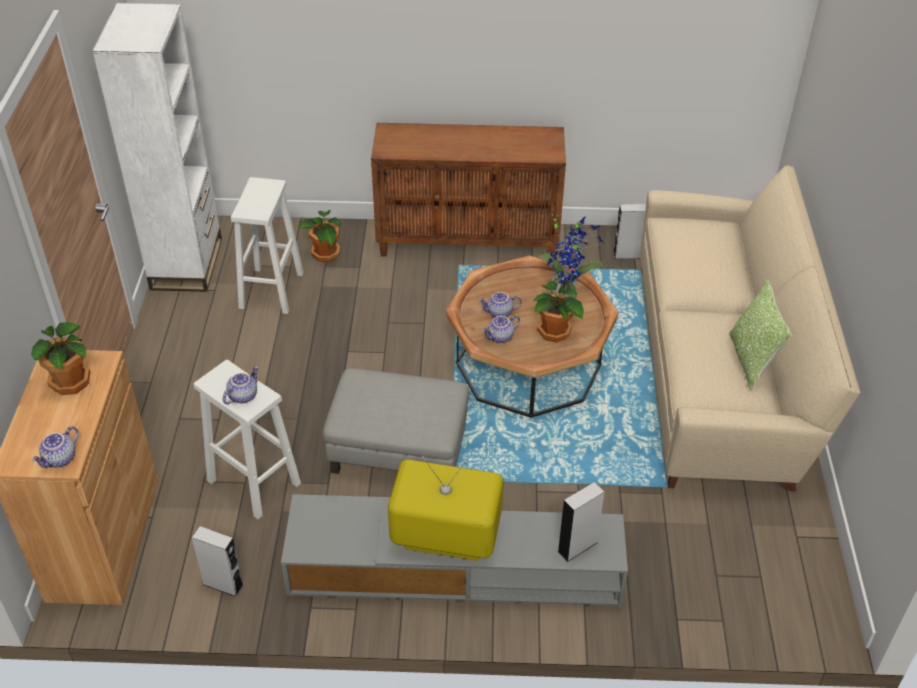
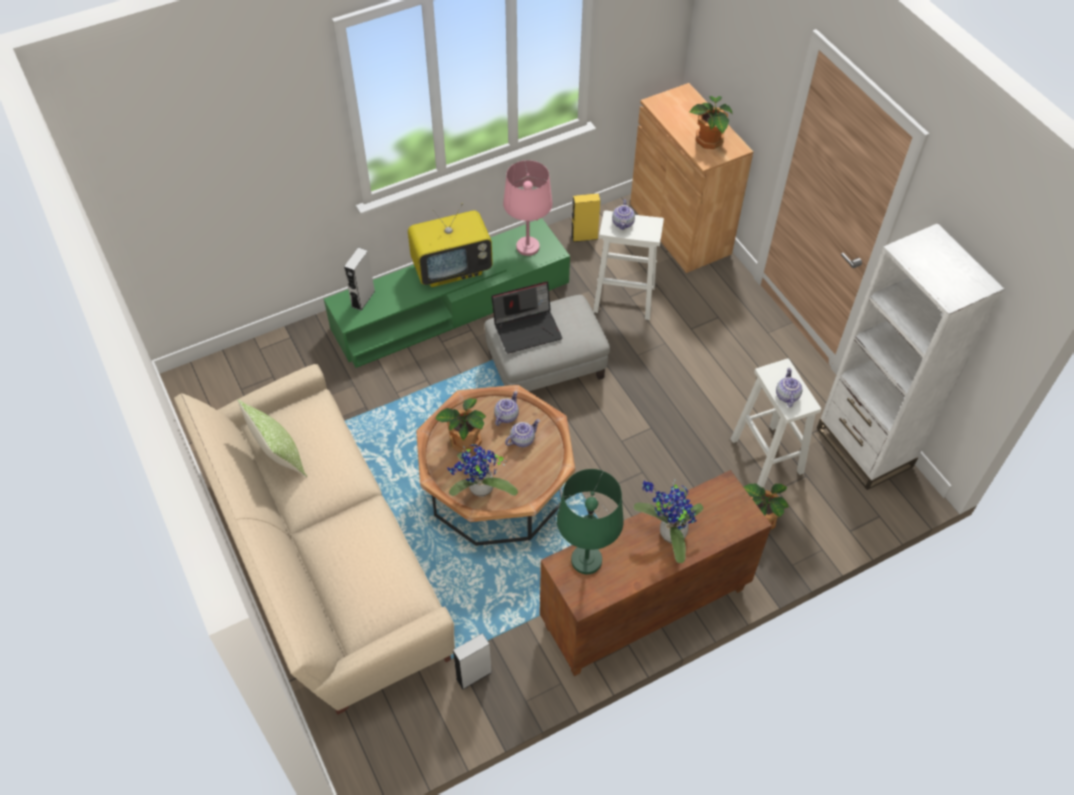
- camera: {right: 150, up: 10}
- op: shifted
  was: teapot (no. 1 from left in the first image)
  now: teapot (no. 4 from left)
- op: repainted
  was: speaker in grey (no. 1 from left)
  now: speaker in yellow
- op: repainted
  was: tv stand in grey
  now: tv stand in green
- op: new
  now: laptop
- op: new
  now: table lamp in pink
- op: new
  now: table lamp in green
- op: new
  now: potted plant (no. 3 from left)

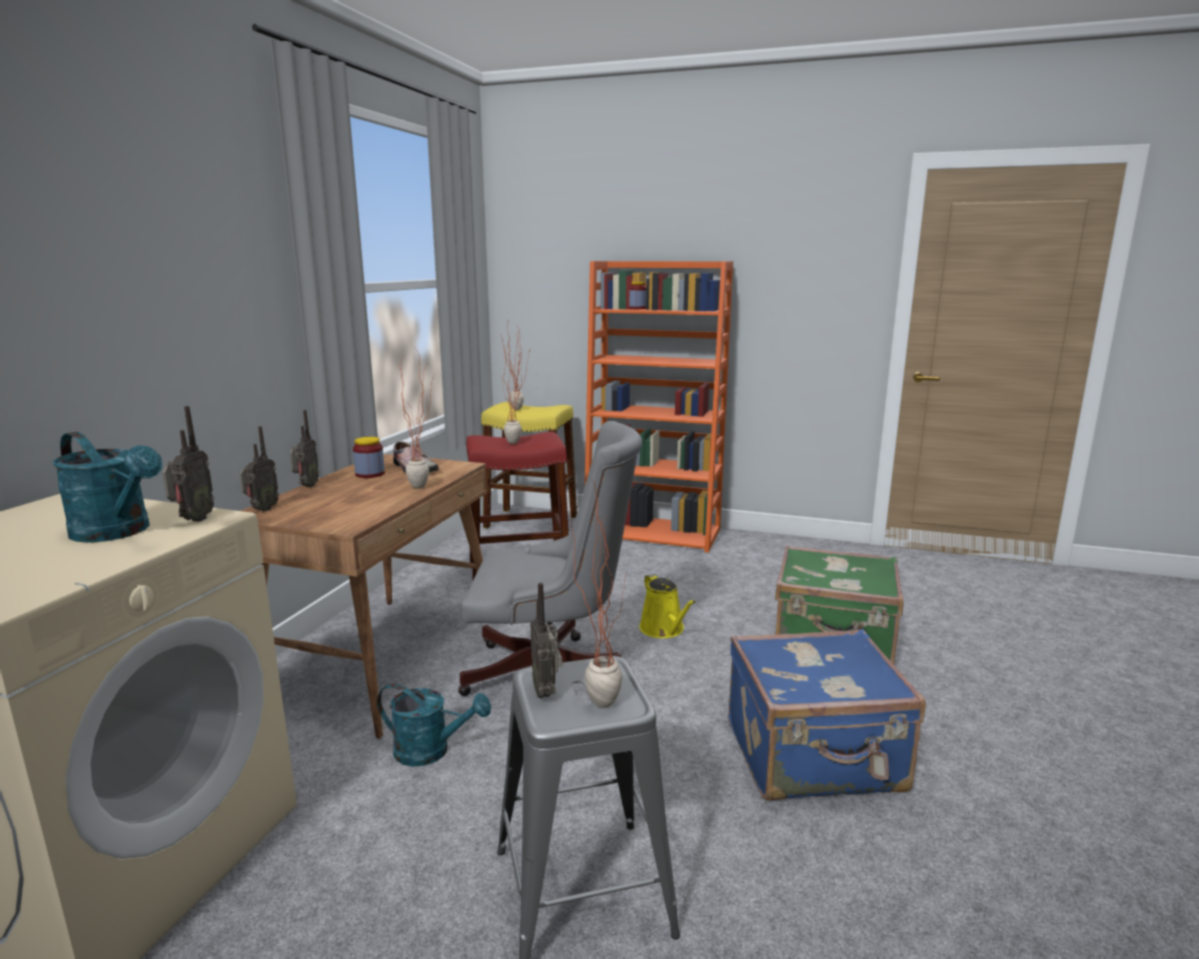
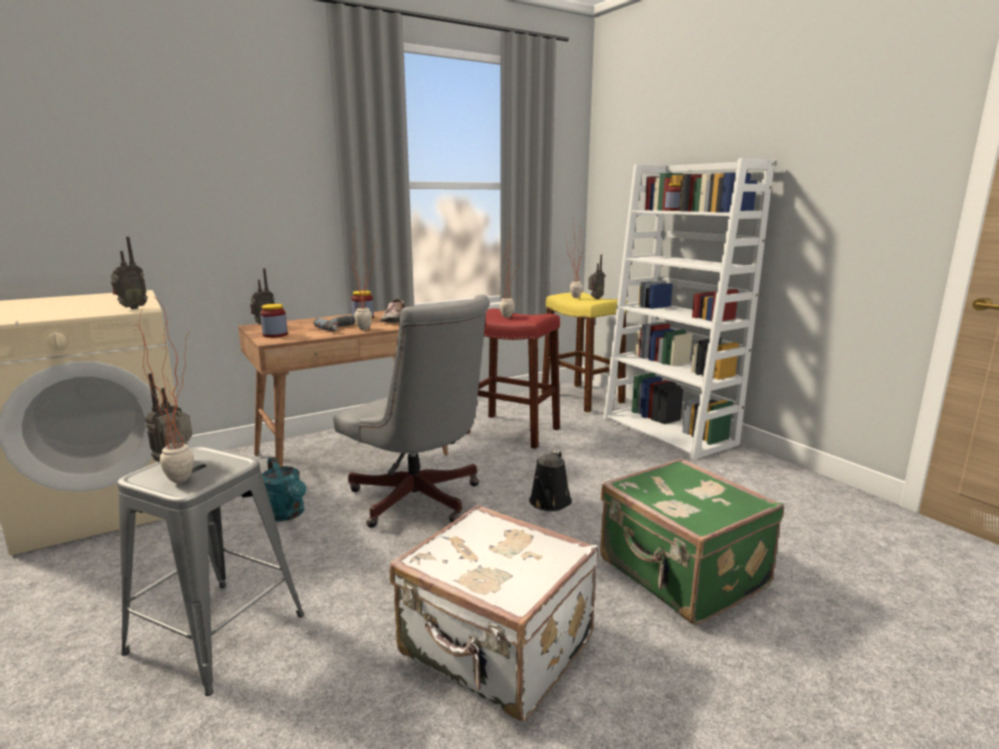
- camera: {right: 40, up: 0}
- op: gone
  was: watering can in turquoise (no. 1 from left)
- op: shifted
  was: radio (no. 3 from left in the first image)
  now: radio (no. 4 from left)
- op: repainted
  was: bookcase in orange
  now: bookcase in white
- op: repainted
  was: watering can in yellow
  now: watering can in black
- op: repainted
  was: suitcase in blue
  now: suitcase in white
- op: new
  now: jar (no. 1 from left)
- op: new
  now: power drill

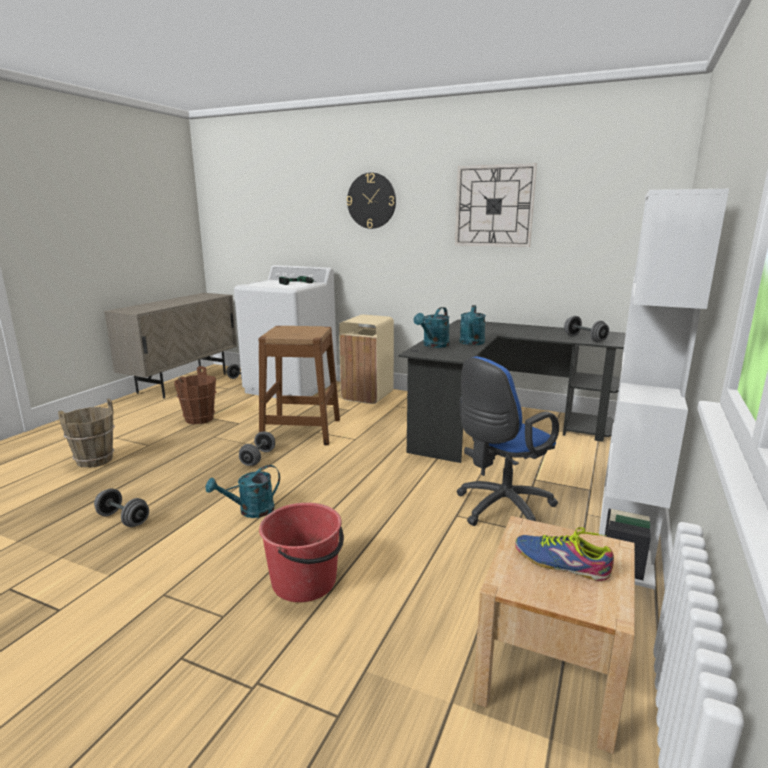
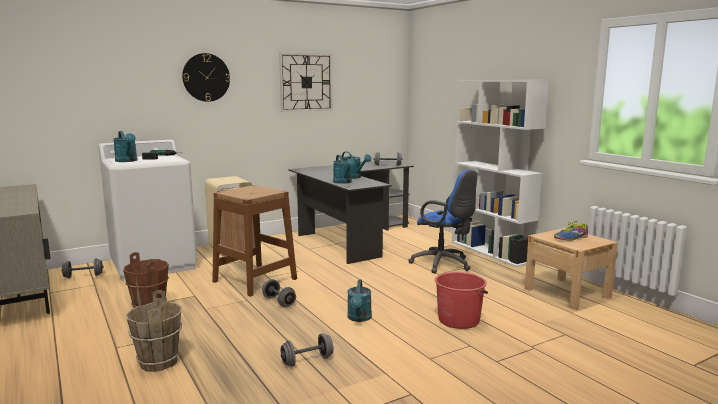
- camera: {right: -55, up: -5}
- op: rotated
  was: office chair in blue
  clockwise: -45
- op: new
  now: watering can in turquoise (no. 1 from left)

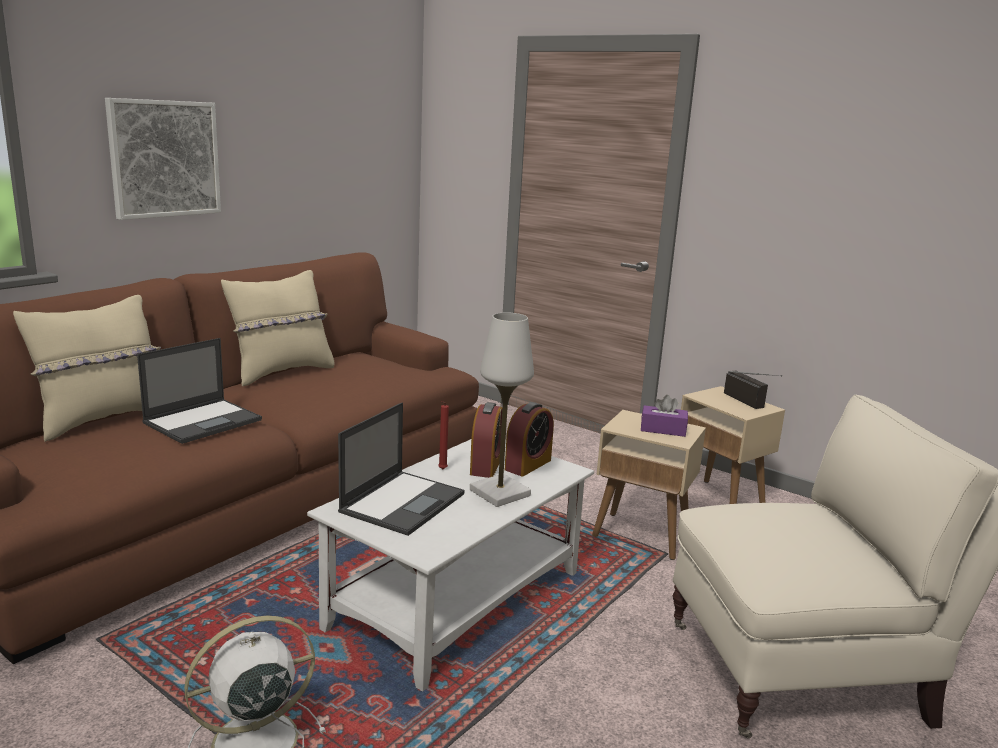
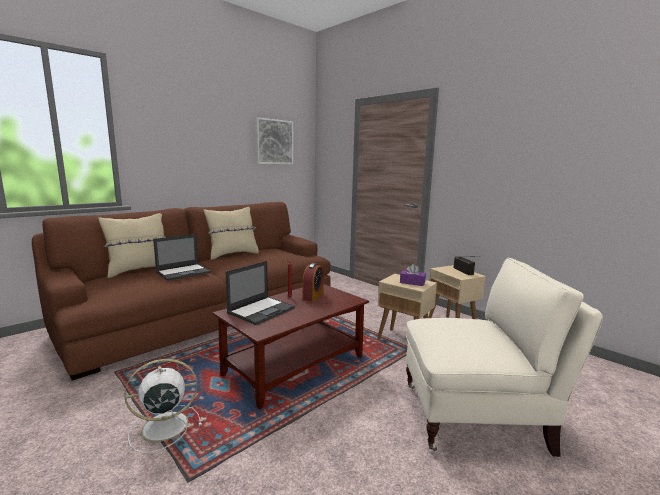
- camera: {right: 10, up: -5}
- op: shifted
  was: picture
- op: repainted
  was: coffee table in white
  now: coffee table in brown
- op: gone
  was: table lamp in white
- op: gone
  was: alarm clock (no. 2 from left)

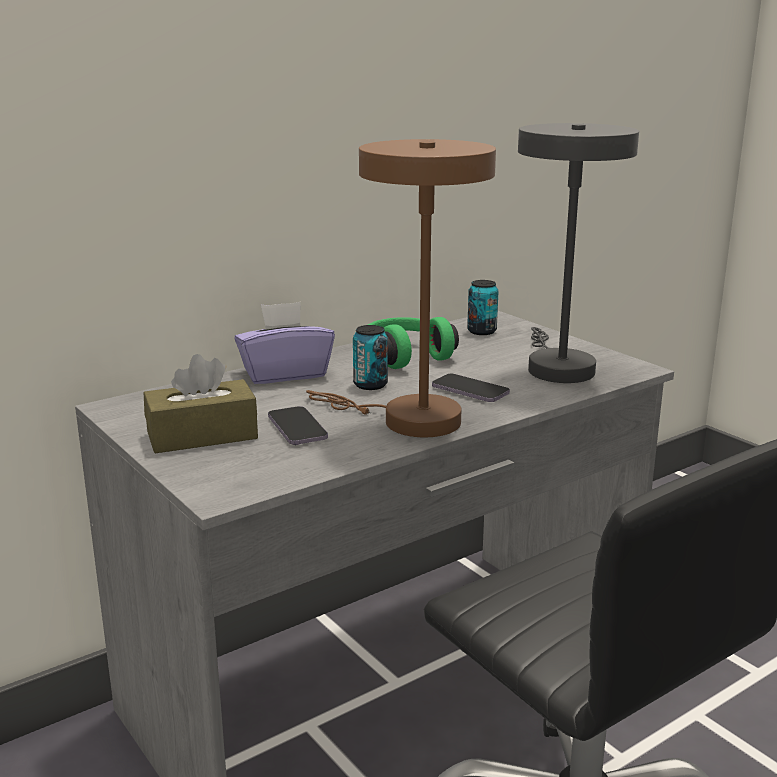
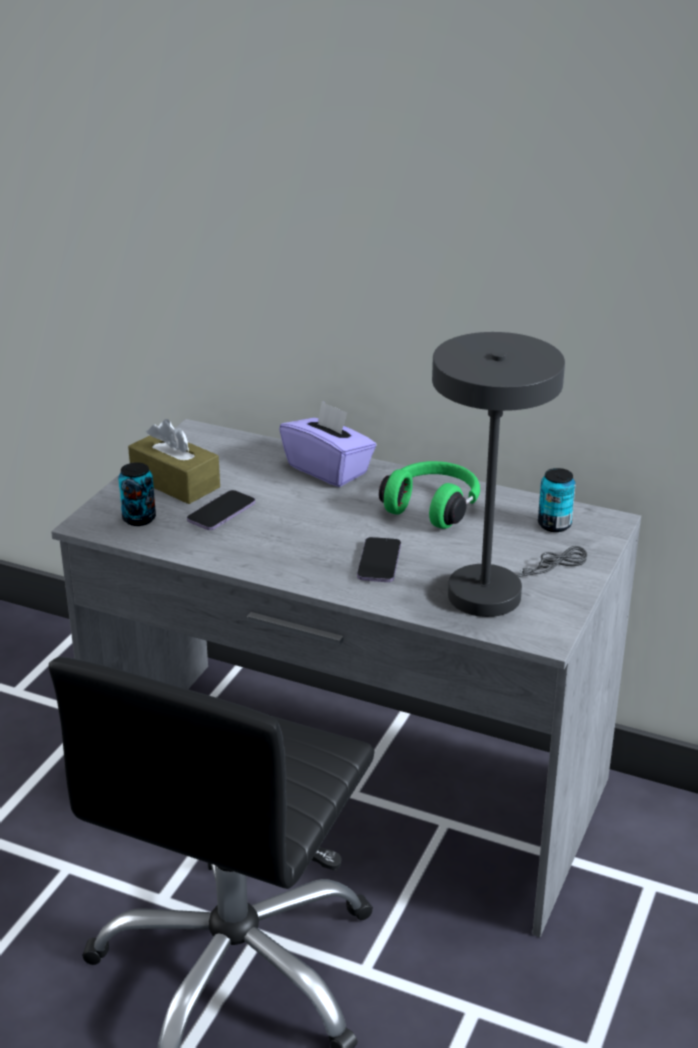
- camera: {right: 60, up: 10}
- op: gone
  was: table lamp in brown
- op: shifted
  was: can (no. 1 from left)

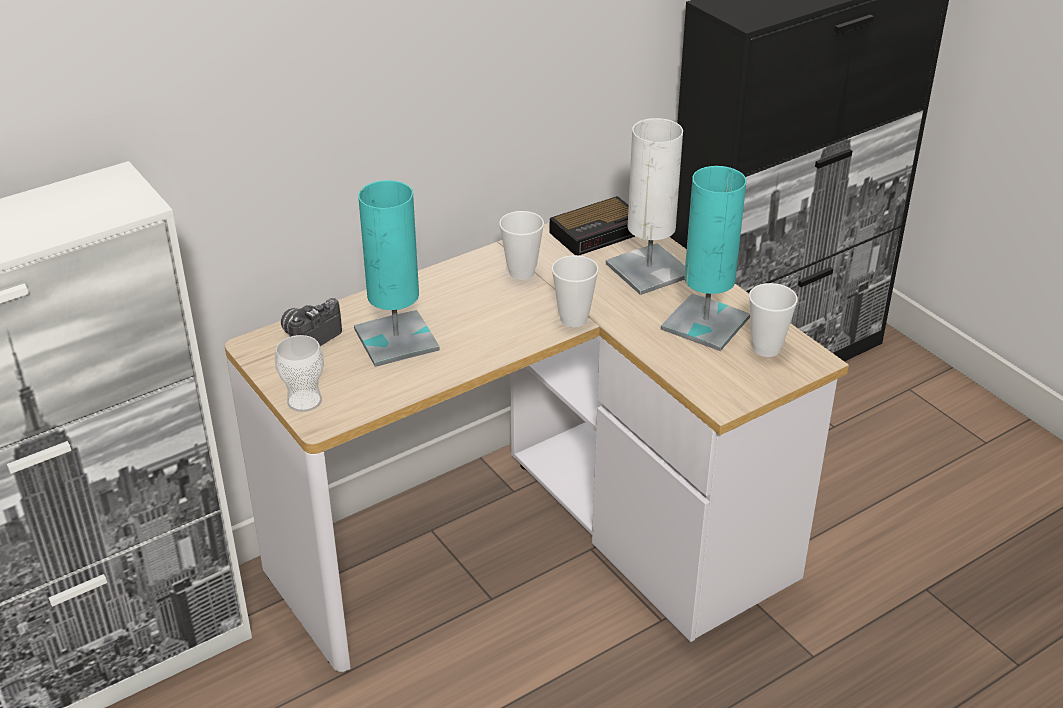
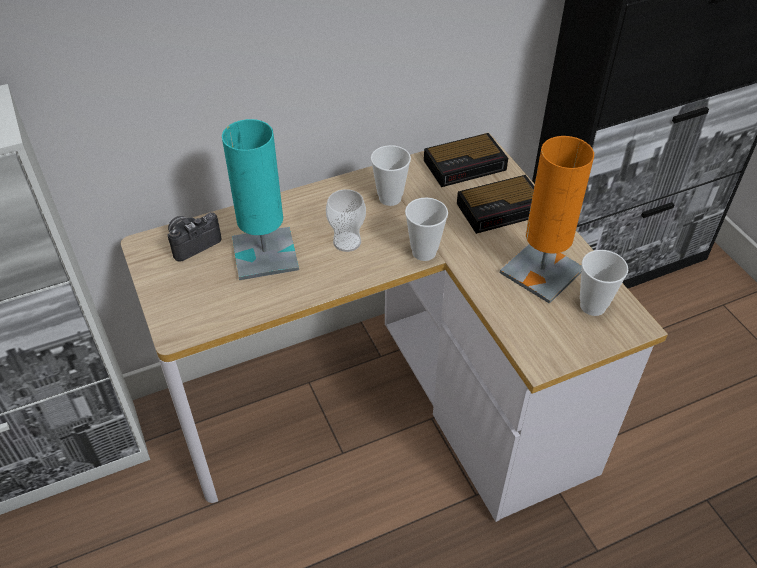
- camera: {right: 10, up: 10}
- op: shifted
  was: cup (no. 1 from left)
- op: swapped
  was: table lamp in white
  now: alarm clock (no. 2 from left)
- op: repainted
  was: table lamp in turquoise (no. 2 from left)
  now: table lamp in orange

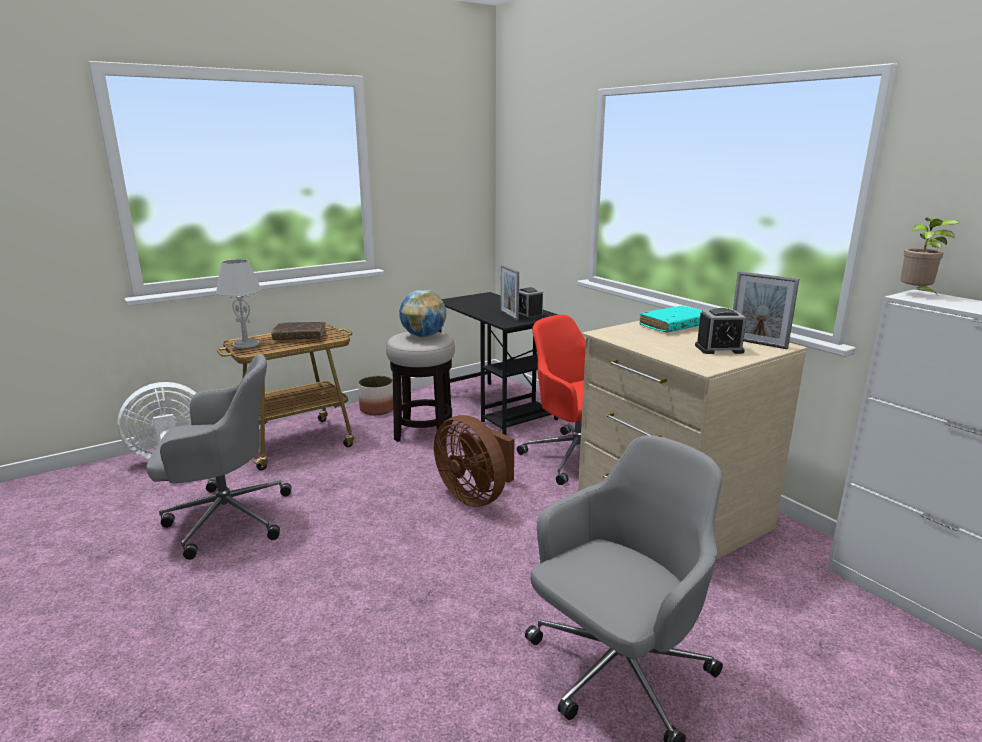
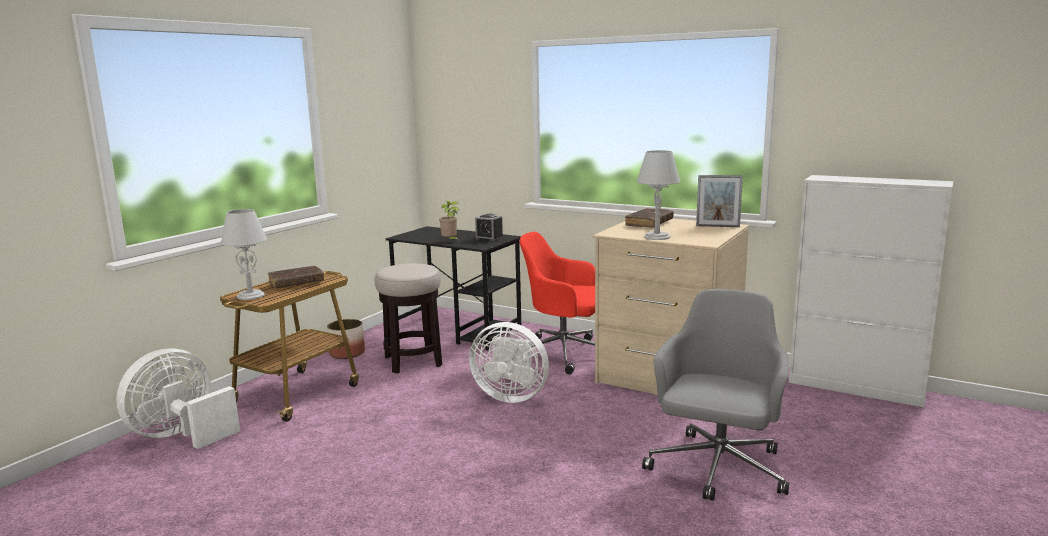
- camera: {right: -25, up: -5}
- op: gone
  was: office chair in grey (no. 1 from left)
- op: gone
  was: globe
- op: repainted
  was: fan in brown
  now: fan in white (no. 2 from left)
- op: gone
  was: picture frame (no. 1 from left)
- op: repainted
  was: book in turquoise
  now: book in brown (no. 2 from left)
- op: gone
  was: alarm clock (no. 2 from left)
- op: shifted
  was: potted plant
- op: new
  now: table lamp in grey (no. 2 from left)

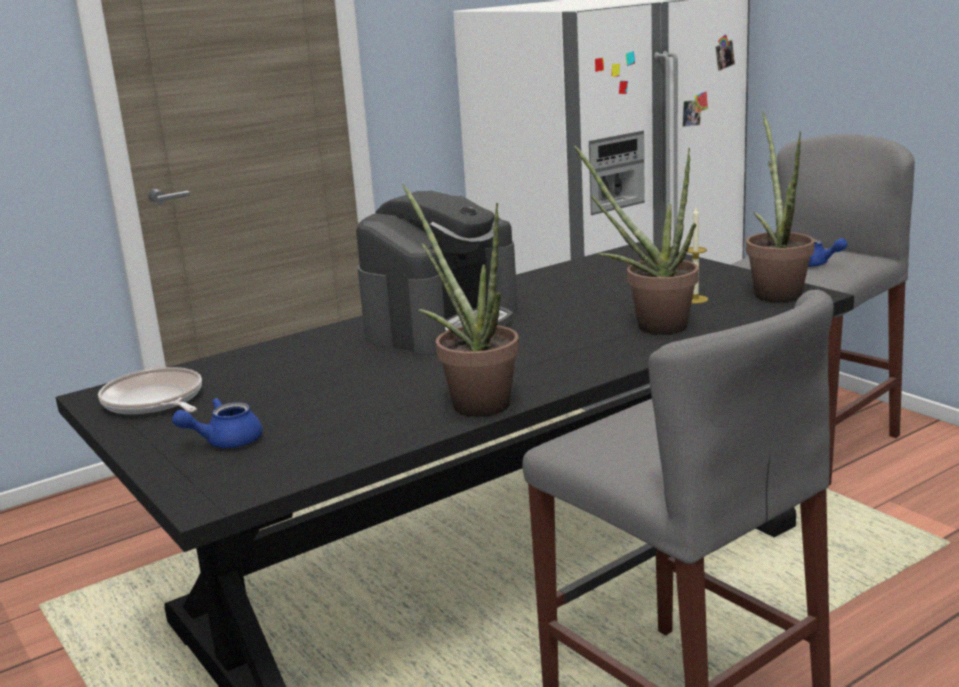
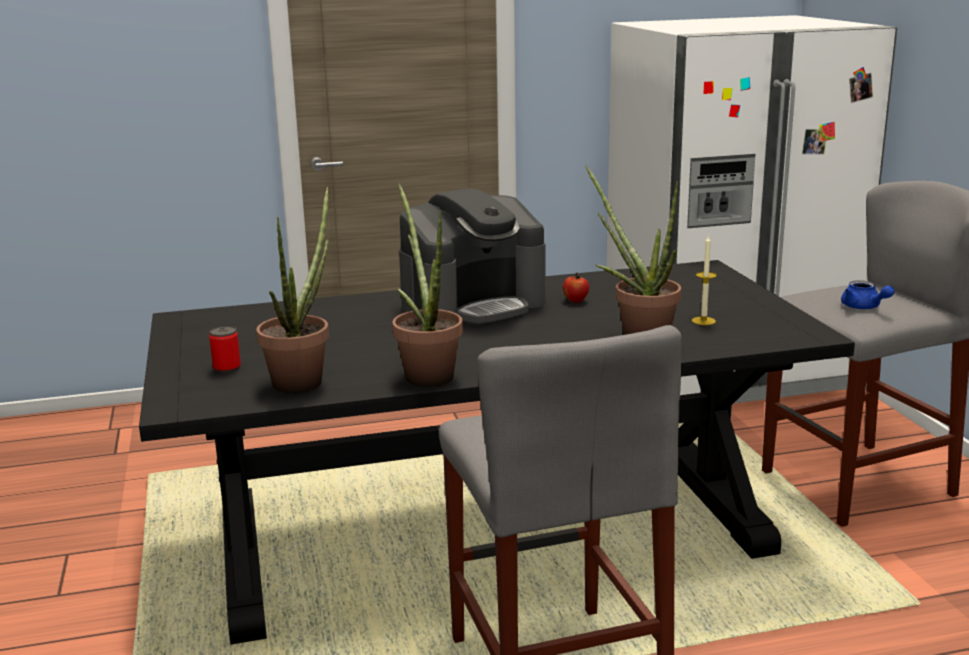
- camera: {right: 20, up: 0}
- op: gone
  was: frying pan
- op: swapped
  was: teapot in blue (no. 1 from left)
  now: can
- op: shifted
  was: potted plant (no. 3 from left in the first image)
  now: potted plant (no. 1 from left)
- op: new
  now: apple

